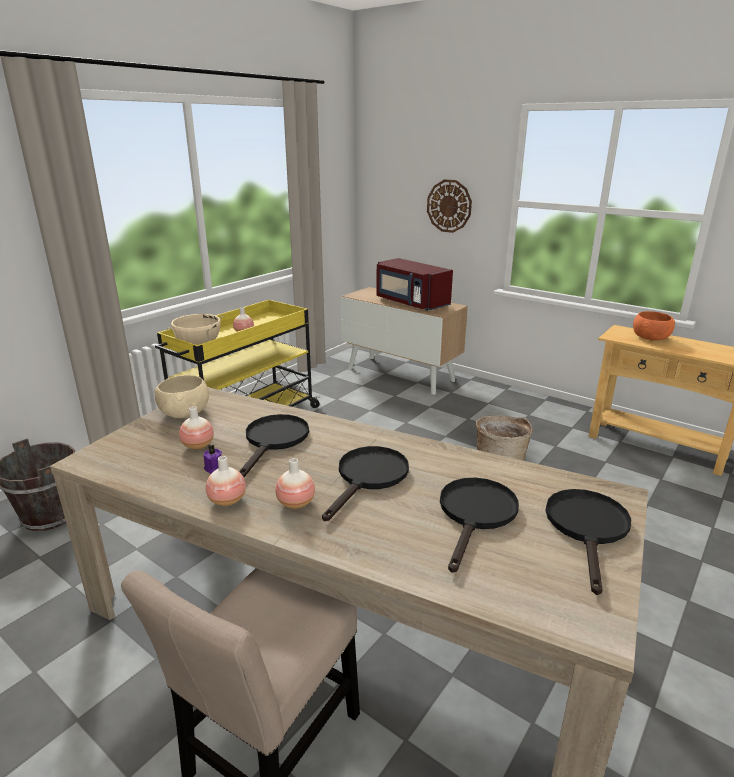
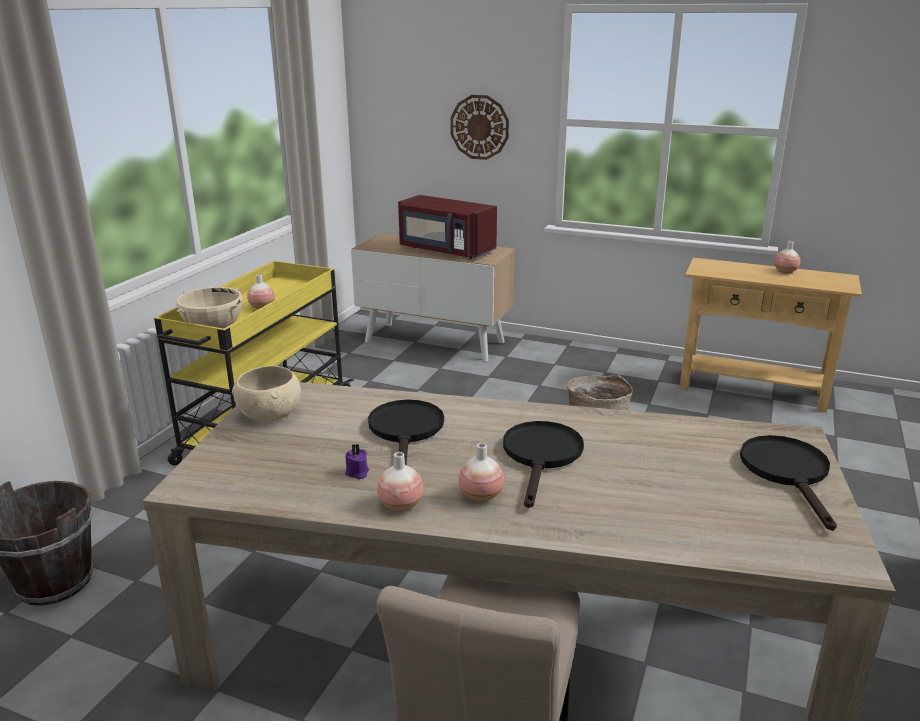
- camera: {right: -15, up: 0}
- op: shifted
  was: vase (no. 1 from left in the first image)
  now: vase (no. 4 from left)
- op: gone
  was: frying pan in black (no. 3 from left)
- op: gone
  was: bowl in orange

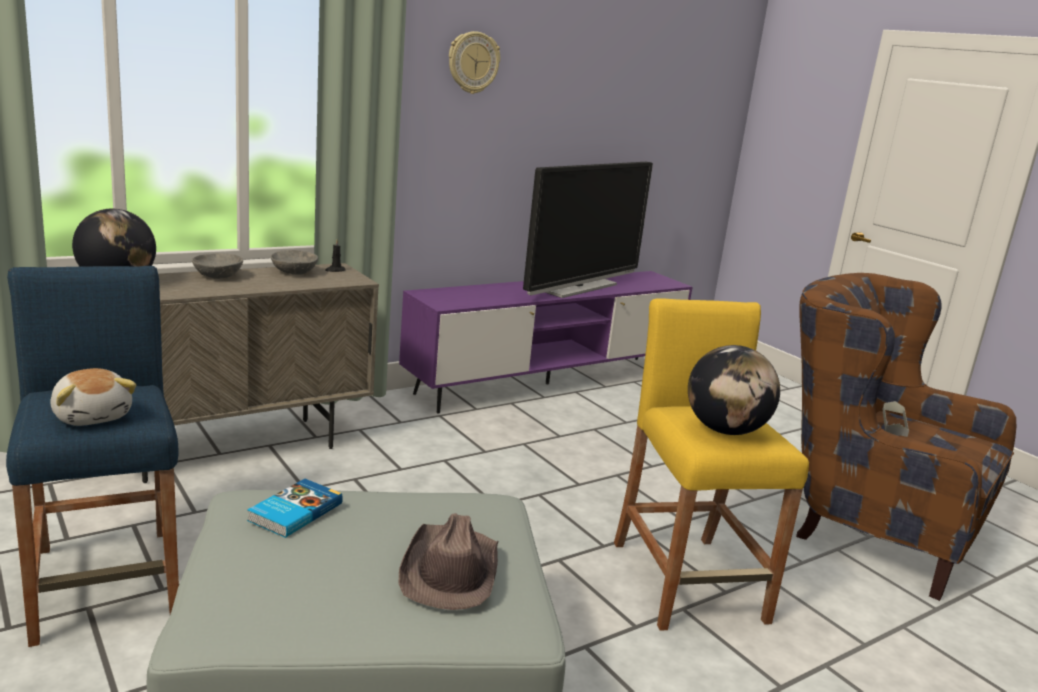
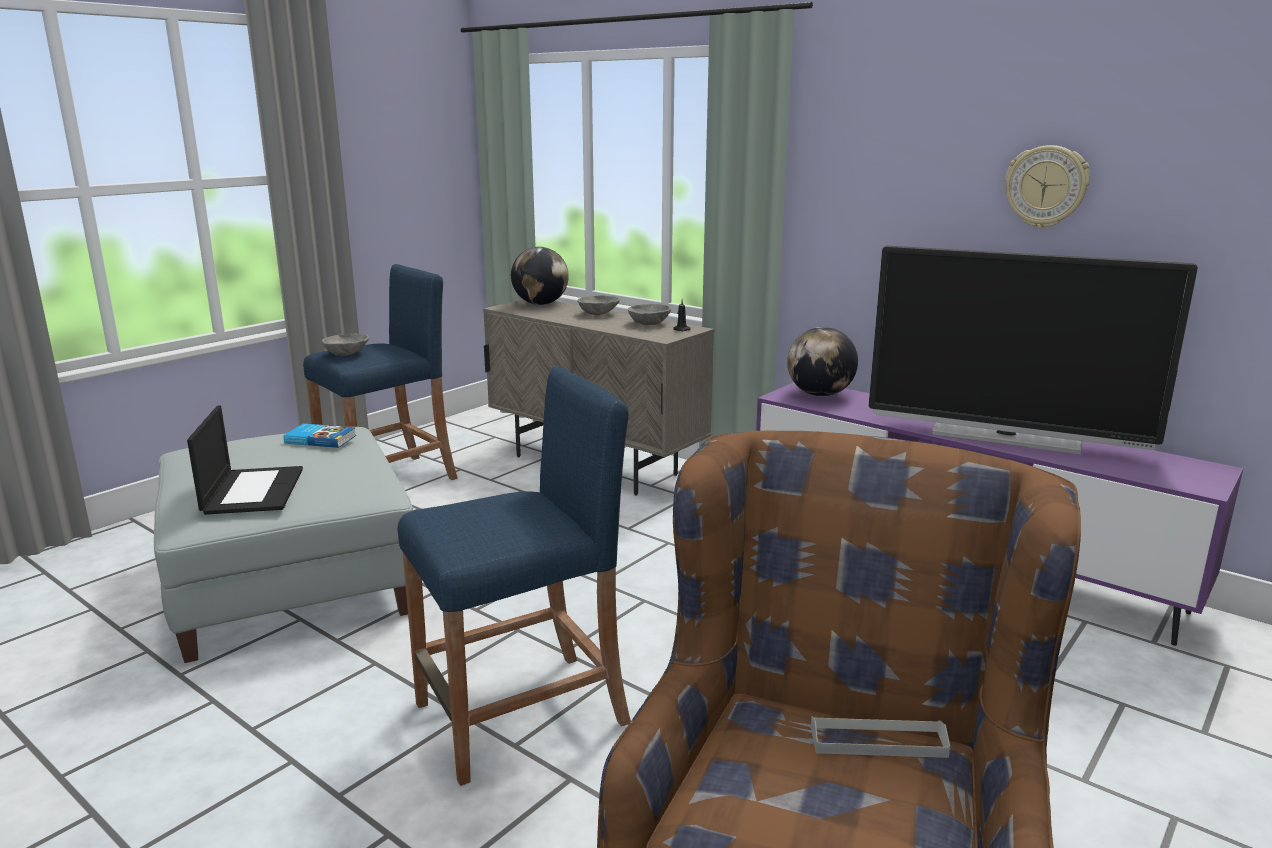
- camera: {right: 75, up: 0}
- op: swapped
  was: plush toy
  now: bowl in grey (no. 1 from left)
- op: swapped
  was: hat in brown
  now: laptop
- op: shifted
  was: wall clock
- op: repainted
  was: stool in yellow
  now: stool in blue (no. 2 from left)
- op: shifted
  was: globe (no. 2 from left)

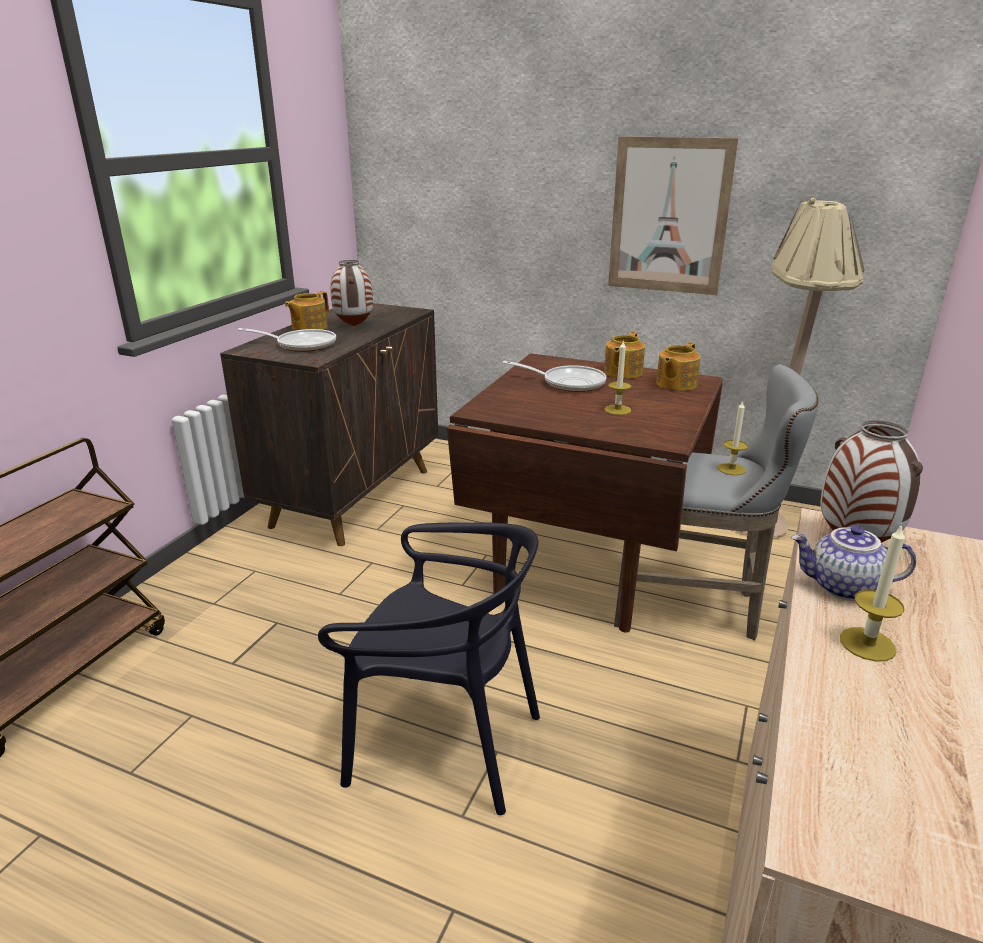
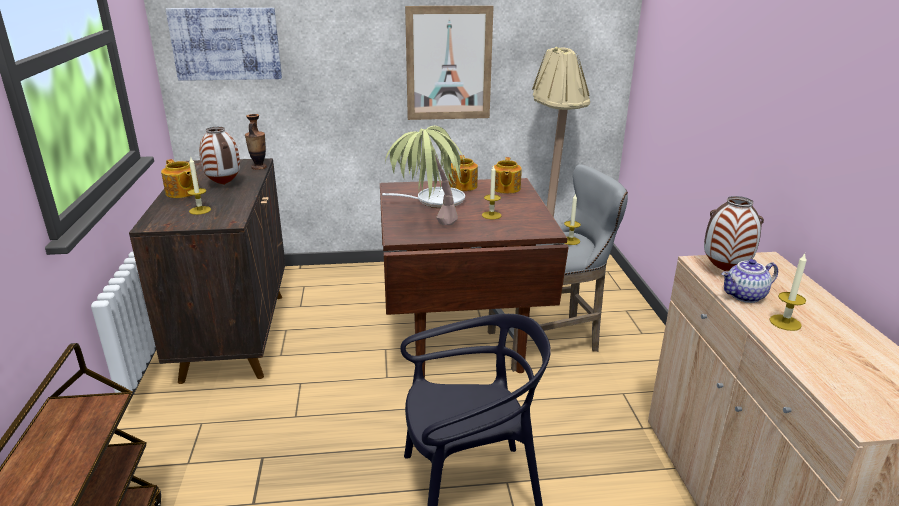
- camera: {right: -30, up: 0}
- op: swapped
  was: frying pan (no. 1 from left)
  now: candle (no. 1 from left)
- op: rotated
  was: teapot (no. 1 from left)
  clockwise: -45
- op: new
  now: picture (no. 1 from left)
- op: new
  now: vase (no. 2 from left)
- op: new
  now: potted plant

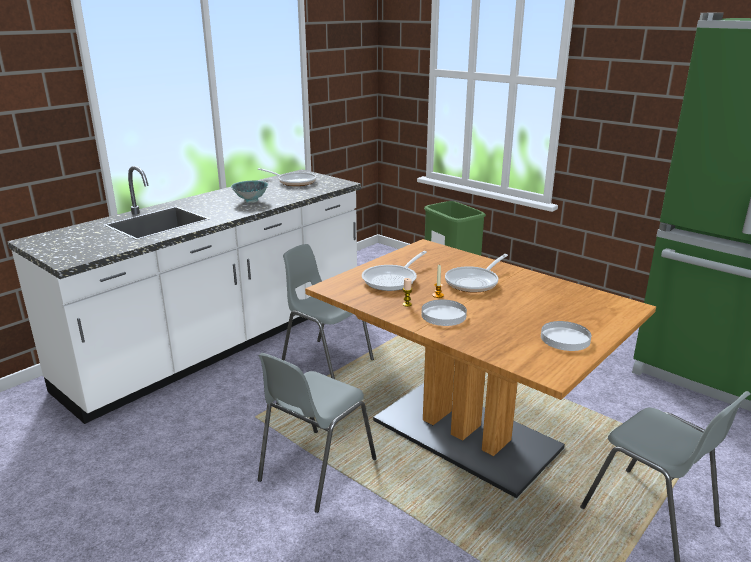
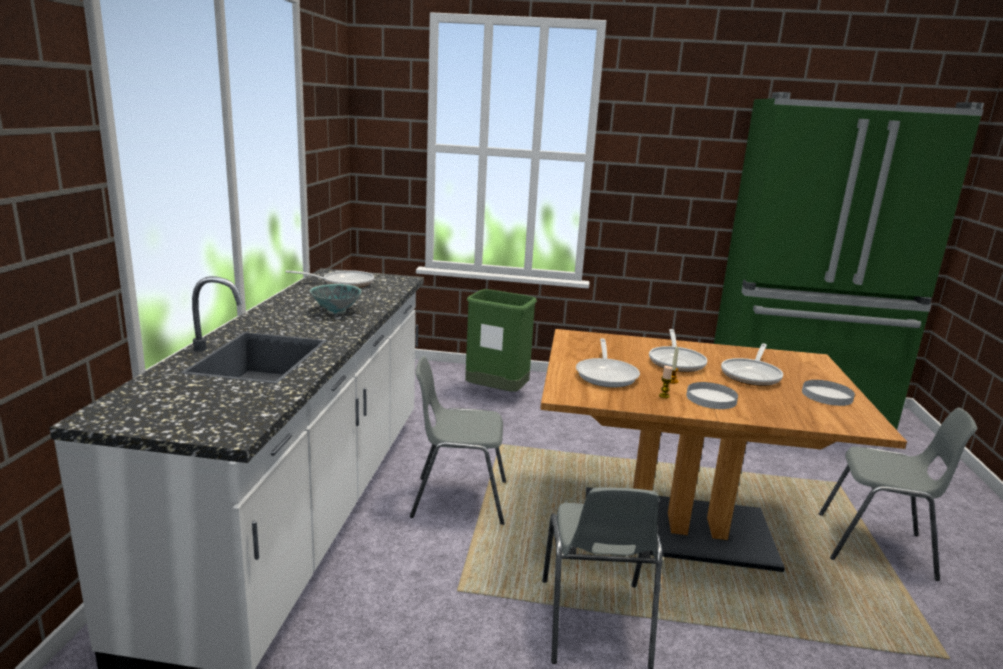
- camera: {right: -35, up: -5}
- op: new
  now: frying pan (no. 4 from left)

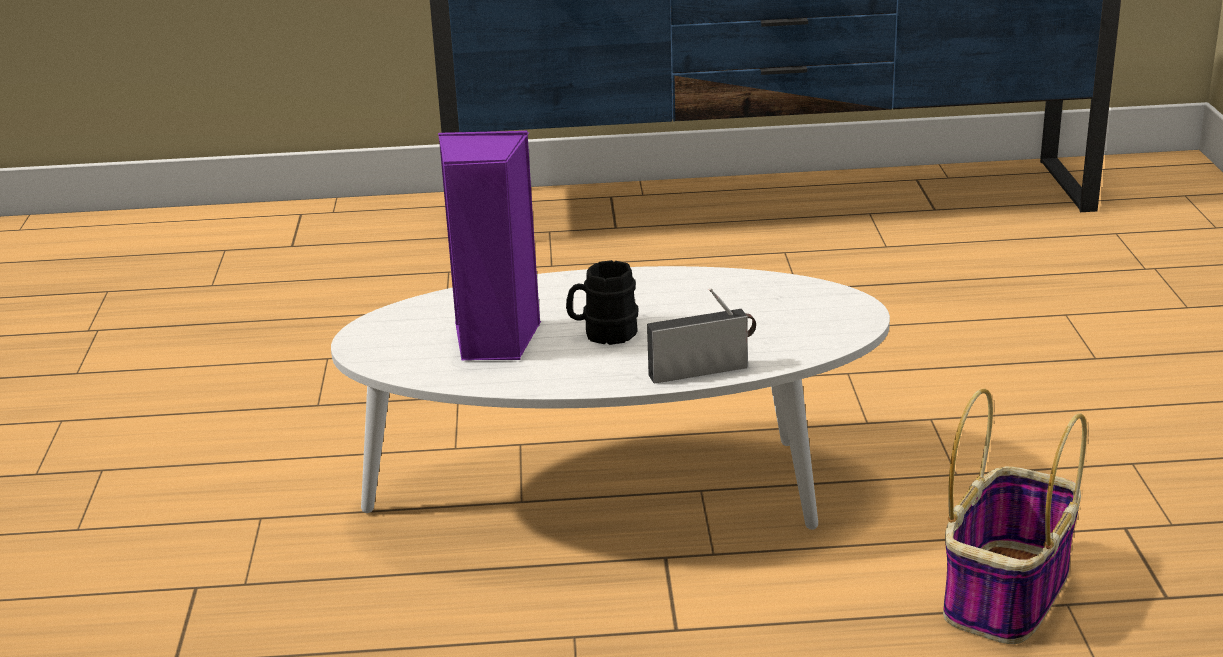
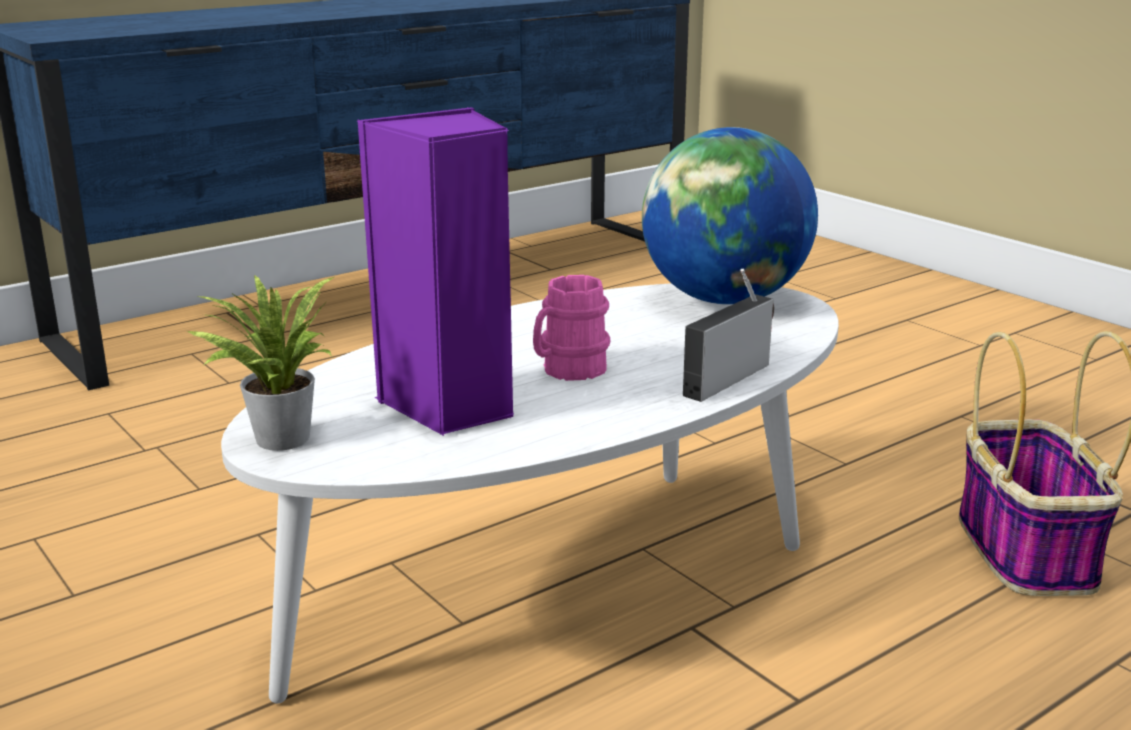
- camera: {right: -35, up: -5}
- op: repainted
  was: mug in black
  now: mug in pink
- op: new
  now: potted plant
- op: new
  now: globe

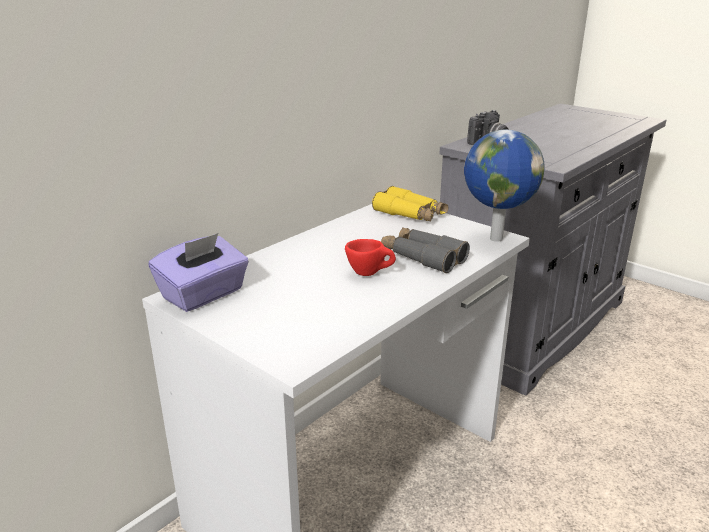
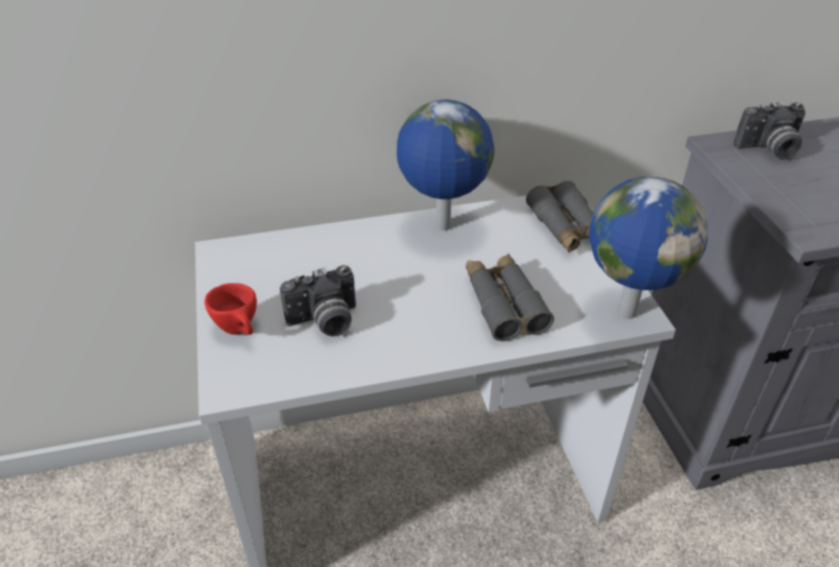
- camera: {right: 35, up: 15}
- op: gone
  was: tissue box in purple
- op: shifted
  was: cup in red
- op: repainted
  was: binoculars in yellow
  now: binoculars in grey (no. 2 from left)
- op: new
  now: photo camera (no. 1 from left)
- op: new
  now: globe (no. 1 from left)

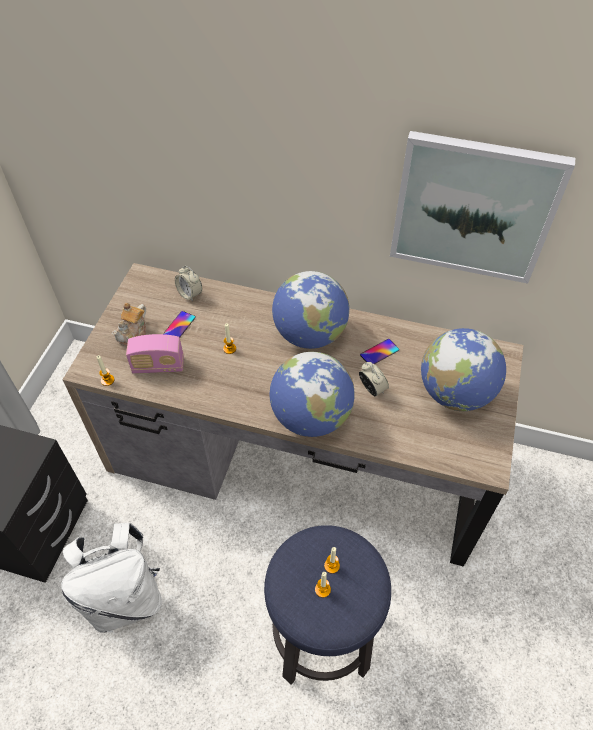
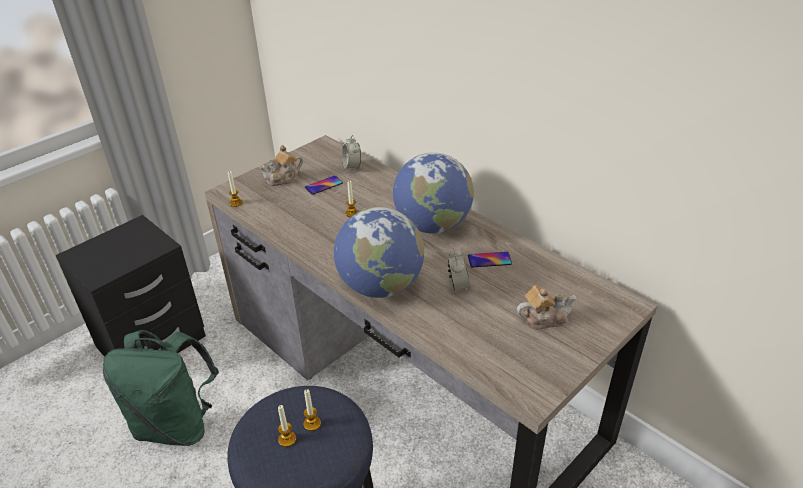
- camera: {right: 30, up: -15}
- op: repainted
  was: backpack in white
  now: backpack in green
- op: gone
  was: radio
- op: gone
  was: picture
- op: swapped
  was: globe (no. 3 from left)
  now: teapot (no. 2 from left)

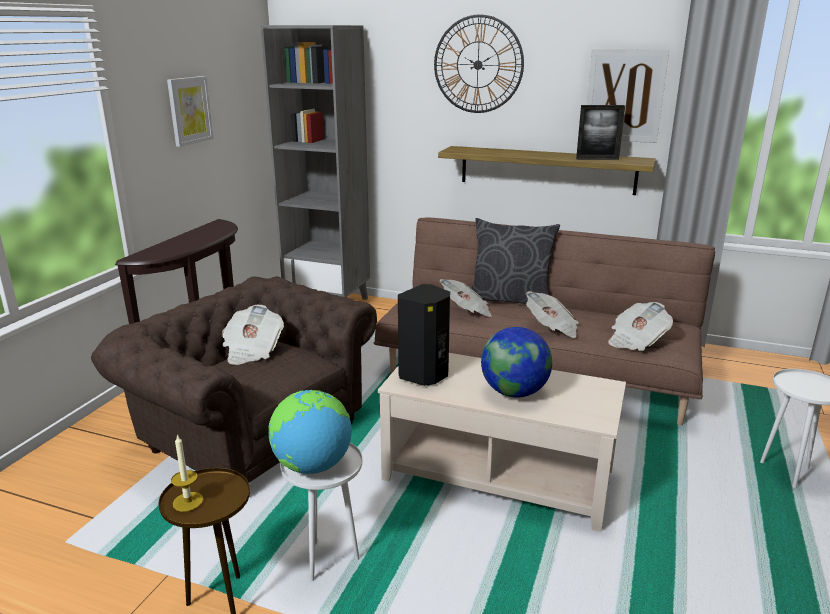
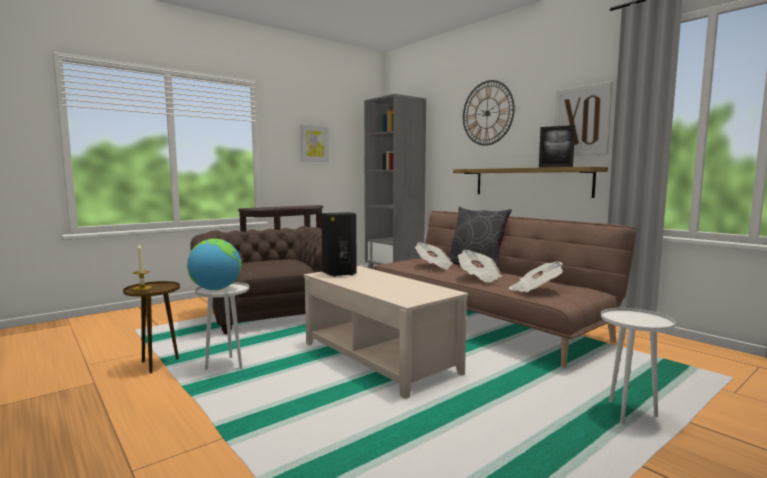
- camera: {right: 30, up: -15}
- op: gone
  was: newspaper (no. 1 from left)
- op: gone
  was: globe (no. 2 from left)

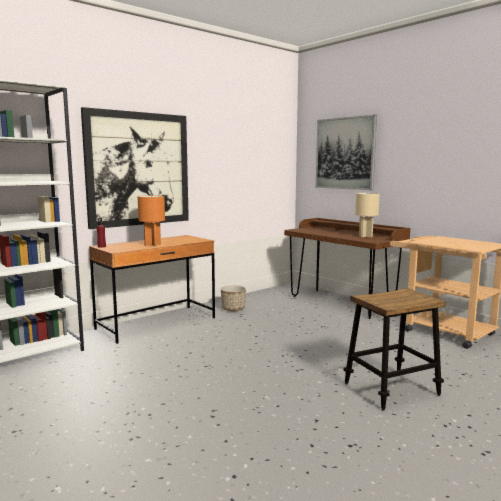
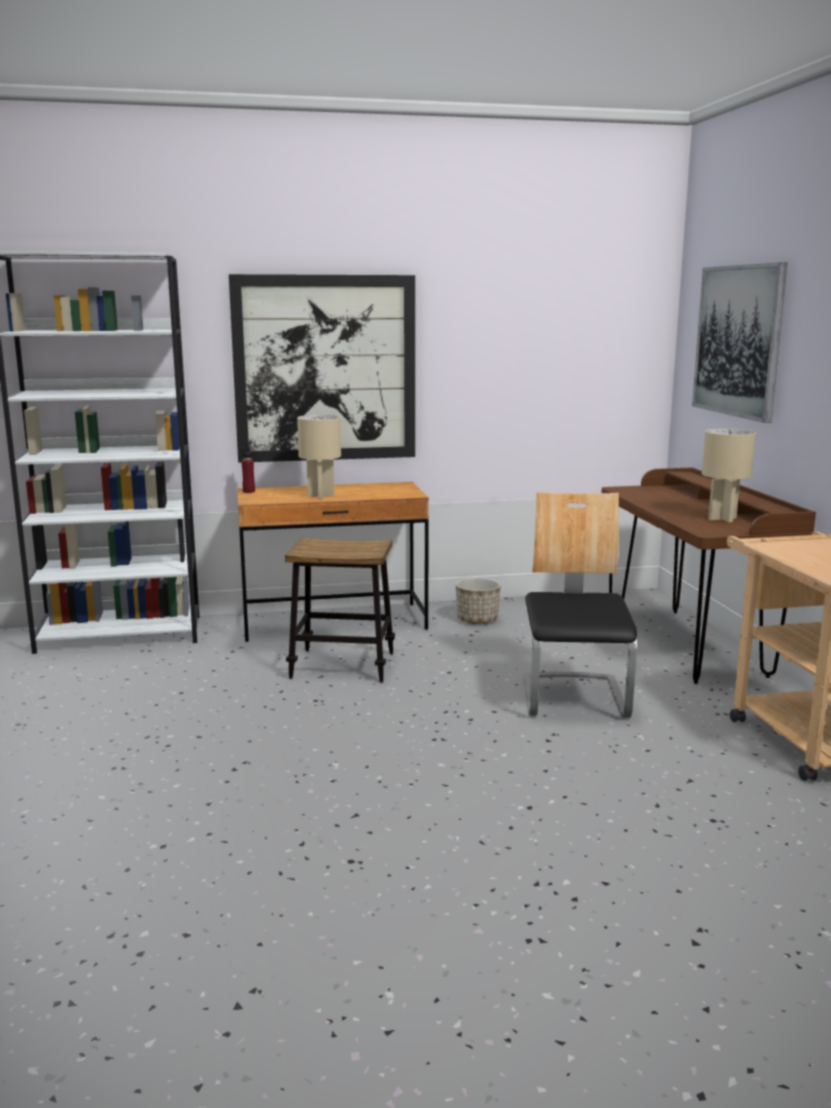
- camera: {right: 30, up: 5}
- op: repainted
  was: table lamp in orange
  now: table lamp in beige (no. 1 from left)
- op: shifted
  was: stool
- op: new
  now: chair

